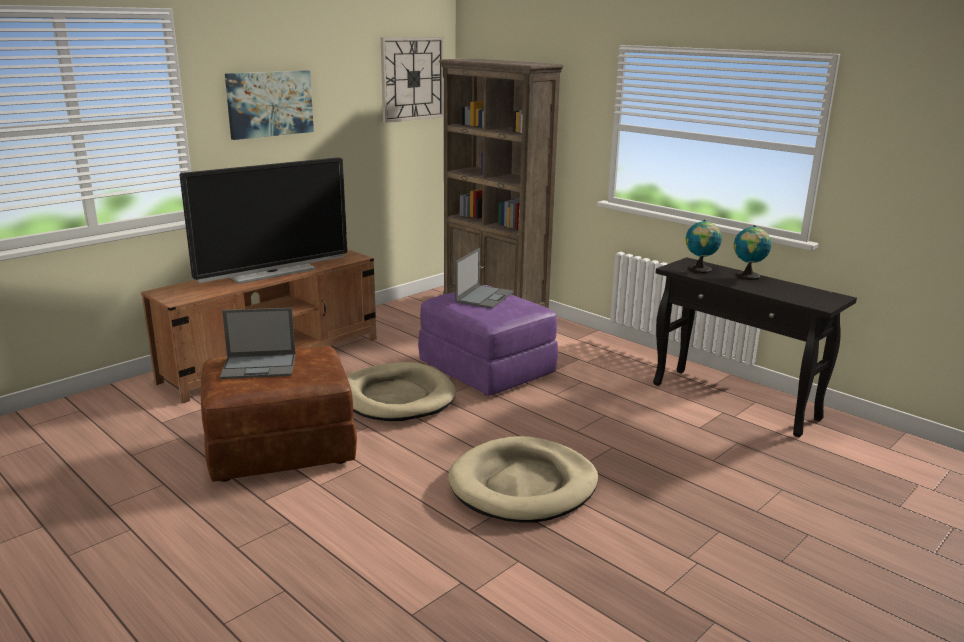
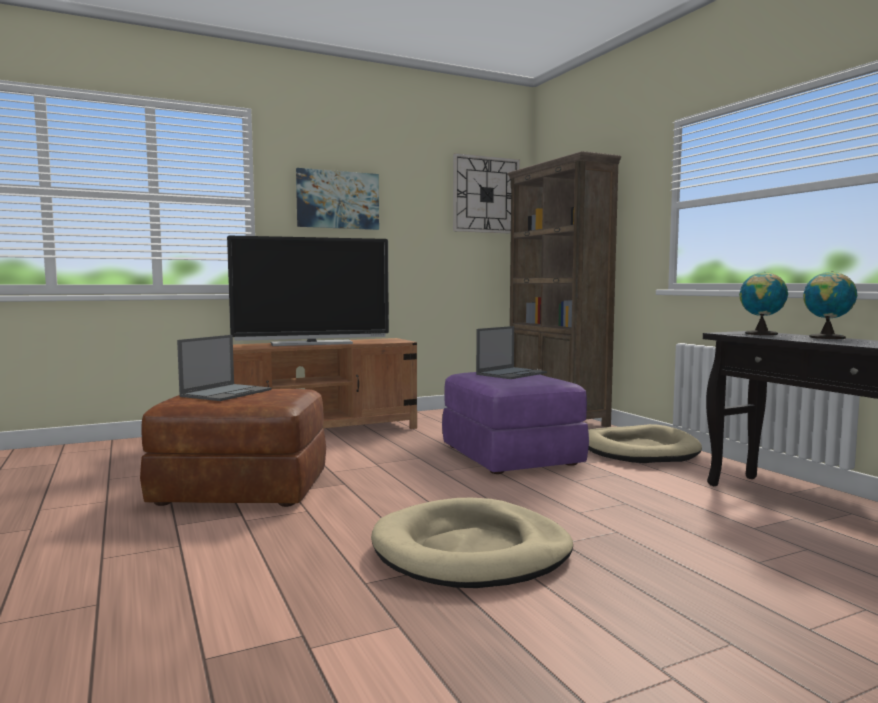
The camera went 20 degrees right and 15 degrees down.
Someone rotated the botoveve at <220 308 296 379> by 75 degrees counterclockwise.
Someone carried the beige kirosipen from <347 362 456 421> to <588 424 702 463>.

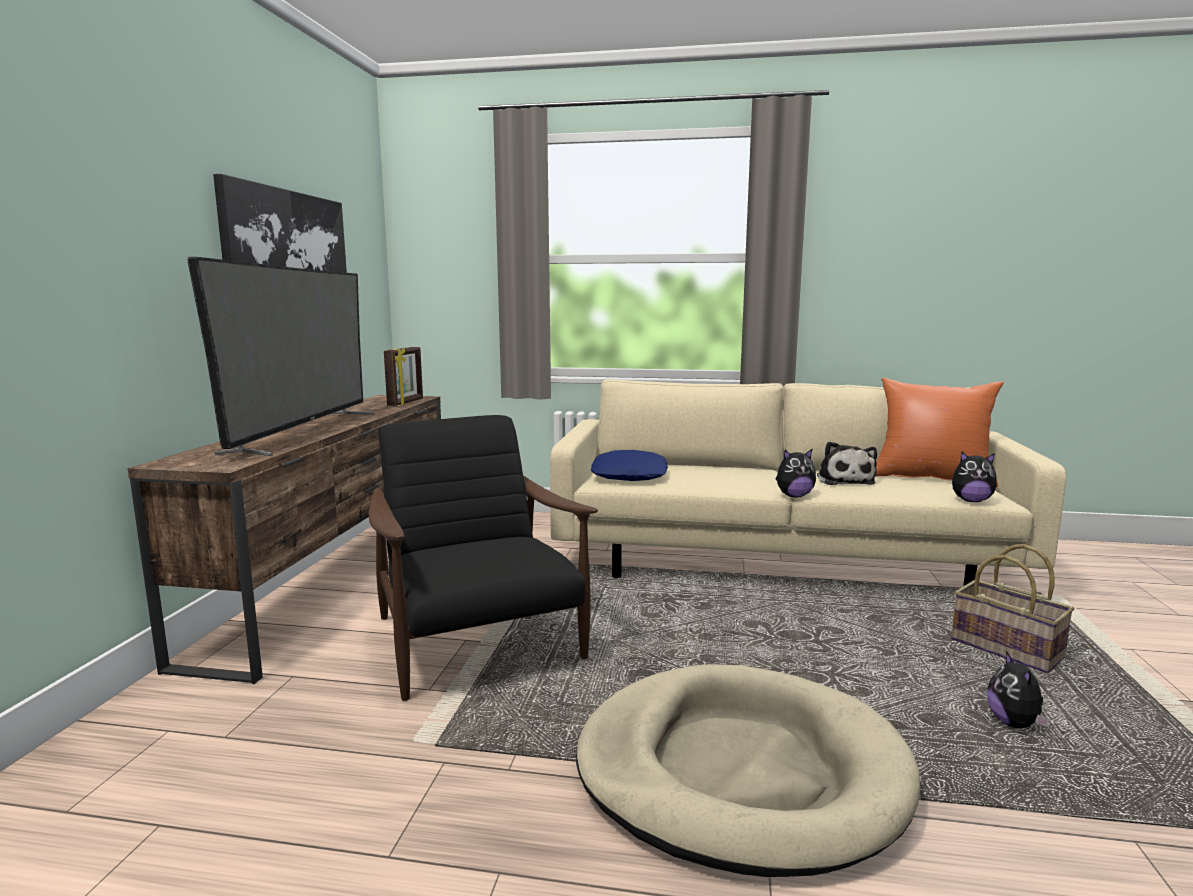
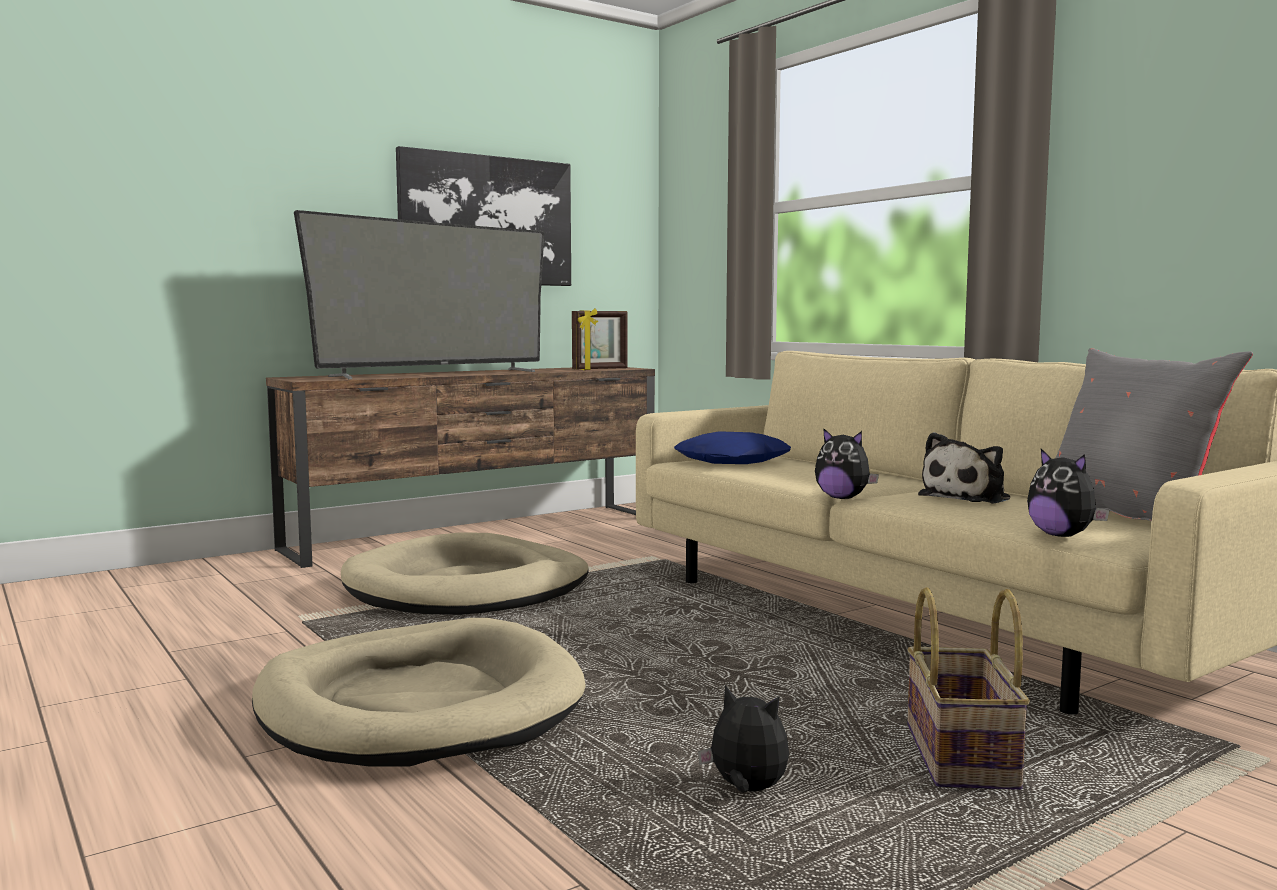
The camera went 45 degrees right and 5 degrees down.
Someone swapped the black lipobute at <369 415 598 701> for the beige kirosipen at <341 533 589 615>.
Someone repainted the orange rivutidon at <875 378 1004 487>, which became the grey rivutidon at <1056 348 1253 522>.
Someone rotated the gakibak at <987 651 1050 728> by 75 degrees clockwise.

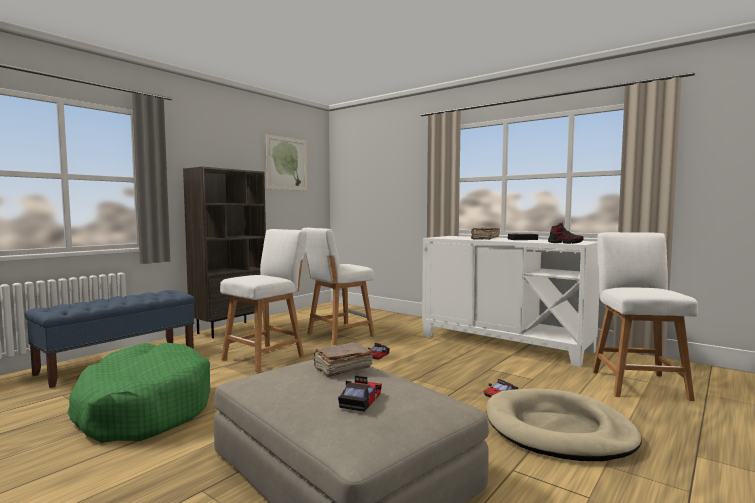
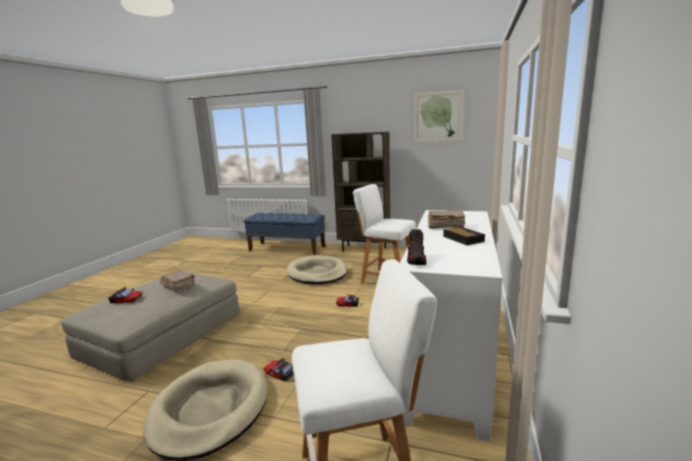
The camera went 70 degrees right and 10 degrees up.
Someone took away the green kirosipen at <67 343 210 443>.
Someone swapped the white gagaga at <220 229 307 372> for the beige kirosipen at <287 255 348 284>.

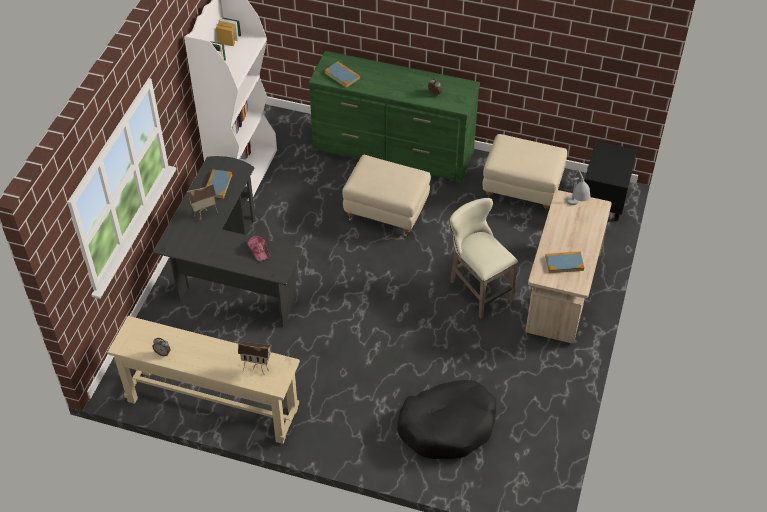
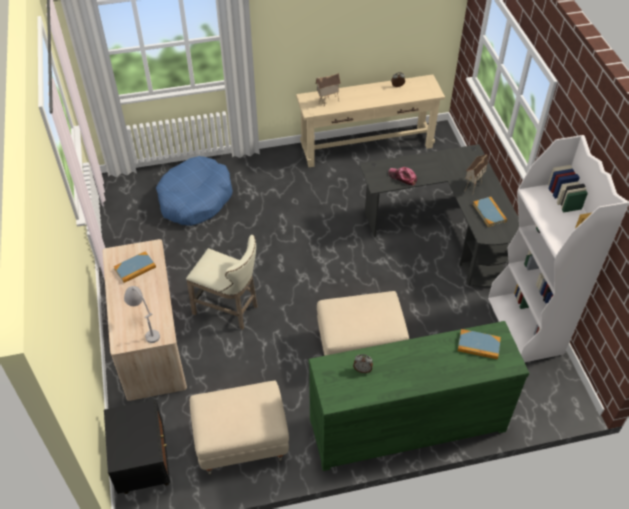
The camera went 150 degrees right and 0 degrees up.
Someone repainted the black kirosipen at <397 380 496 459>, which became the blue kirosipen at <156 156 233 226>.

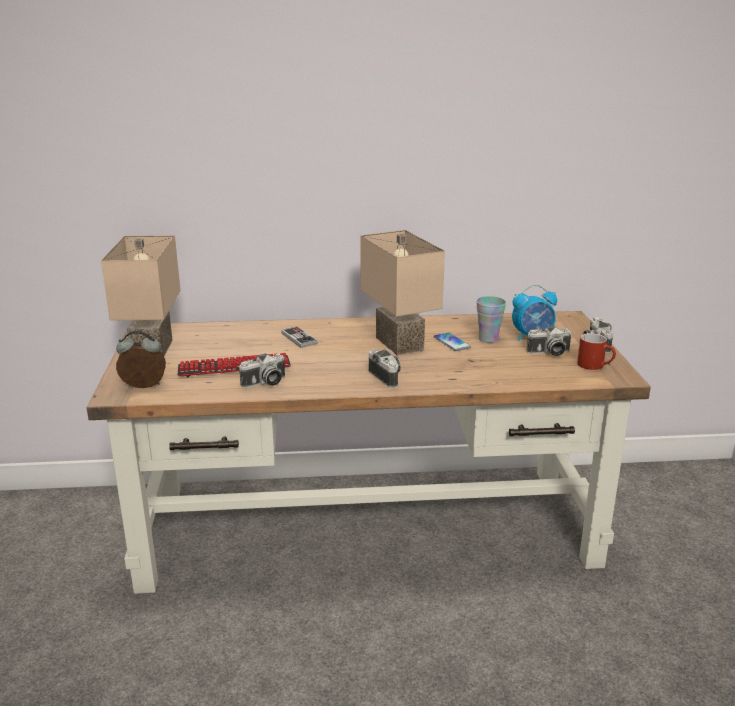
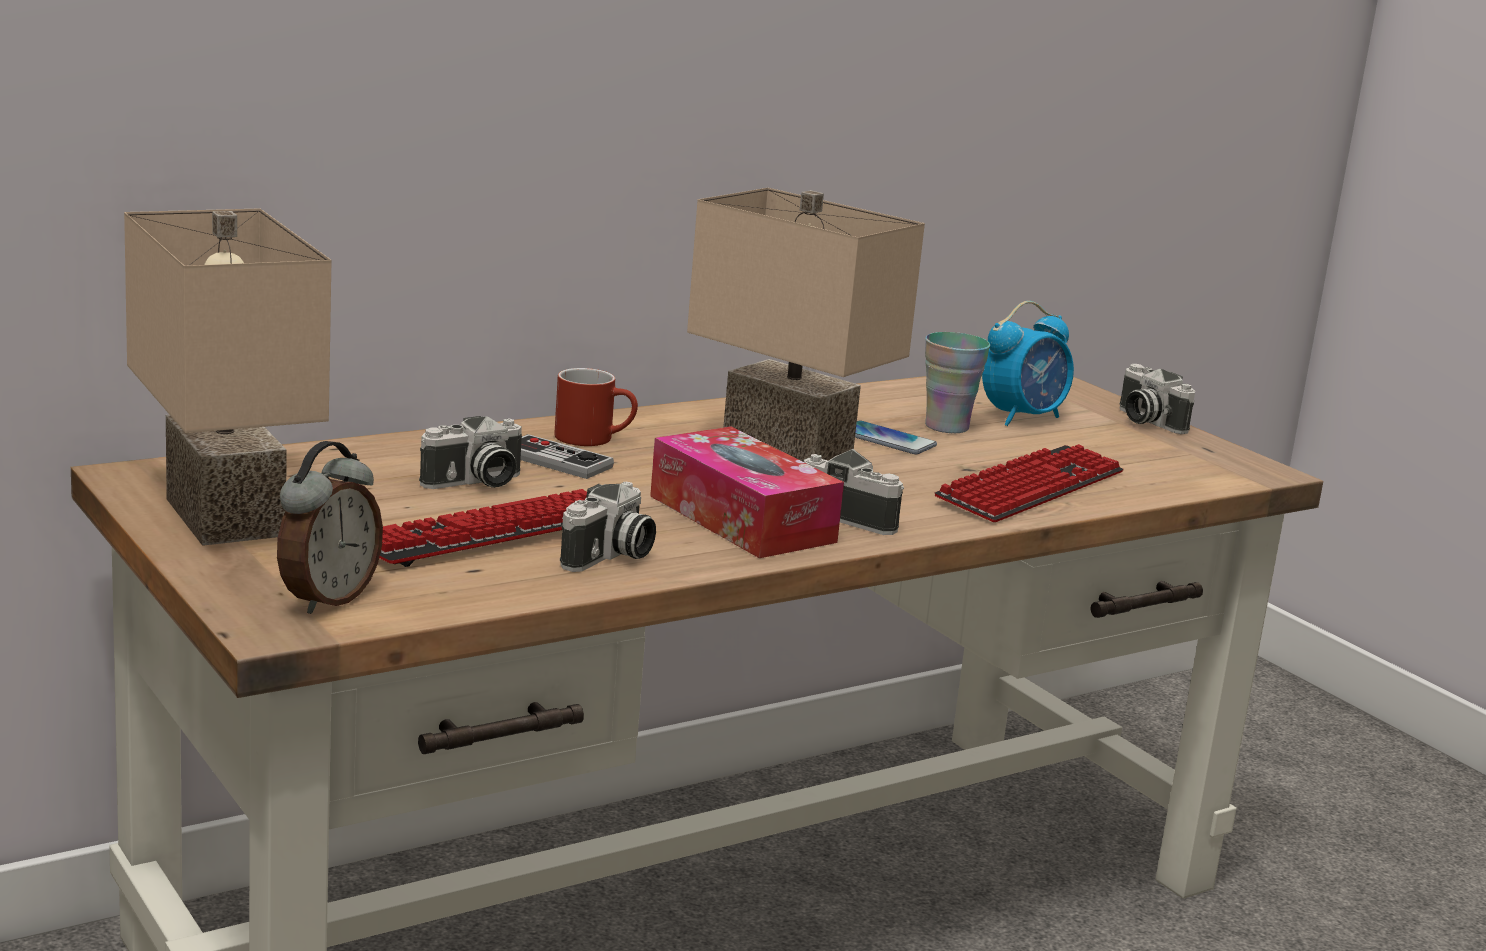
The camera went 30 degrees left and 5 degrees down.
Someone rotated the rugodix at <116 331 166 388> by 150 degrees clockwise.
Someone carried the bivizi from <526 326 571 356> to <419 416 522 489>.
Someone carried the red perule from <577 333 616 370> to <554 368 638 446>.
Someone put down the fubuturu at <650 427 844 558>.
Someone put down the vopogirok at <935 444 1124 522>.

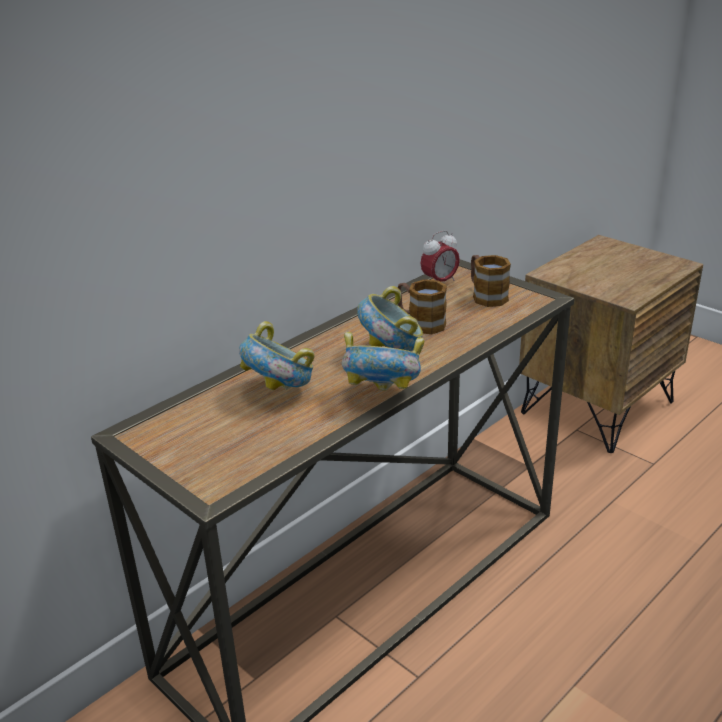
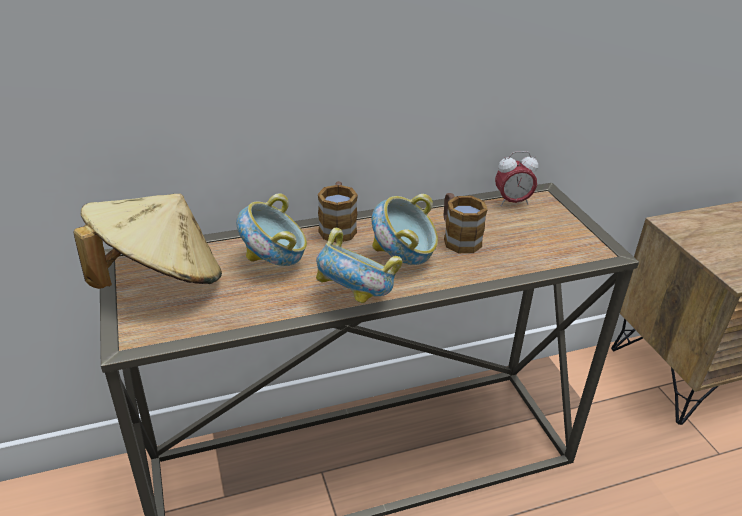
The camera went 25 degrees right and 5 degrees up.
Someone carried the perule from <471 255 511 307> to <318 181 358 243>.
Someone put down the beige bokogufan at <73 194 222 289>.

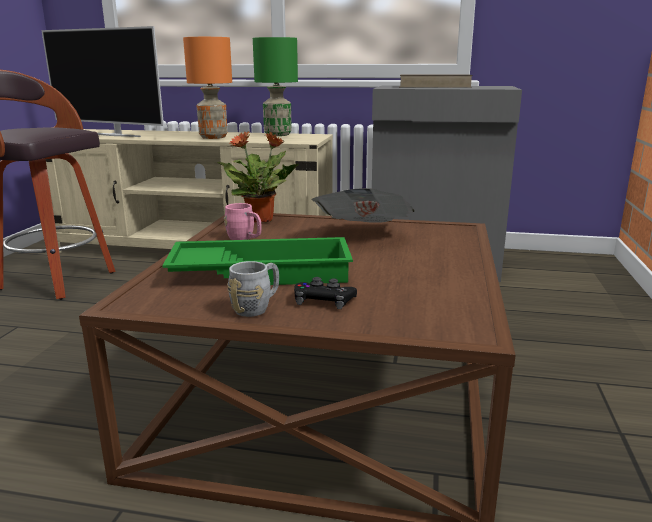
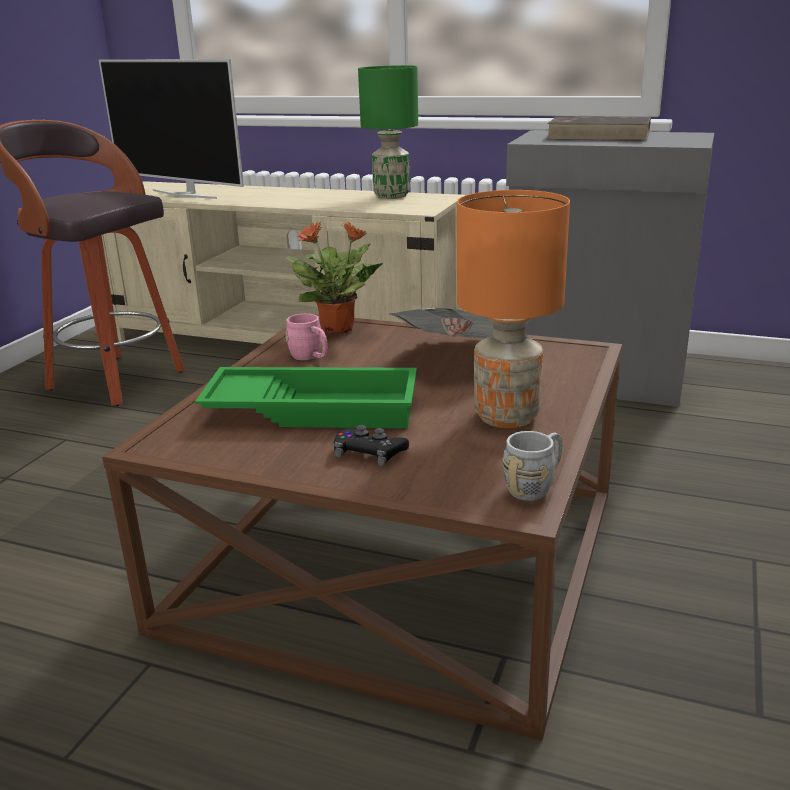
The camera went 10 degrees right and 5 degrees up.
Someone carried the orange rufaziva from <183 37 232 139> to <457 190 570 428>.
Someone carried the grey perule from <227 261 279 317> to <503 431 562 501>.

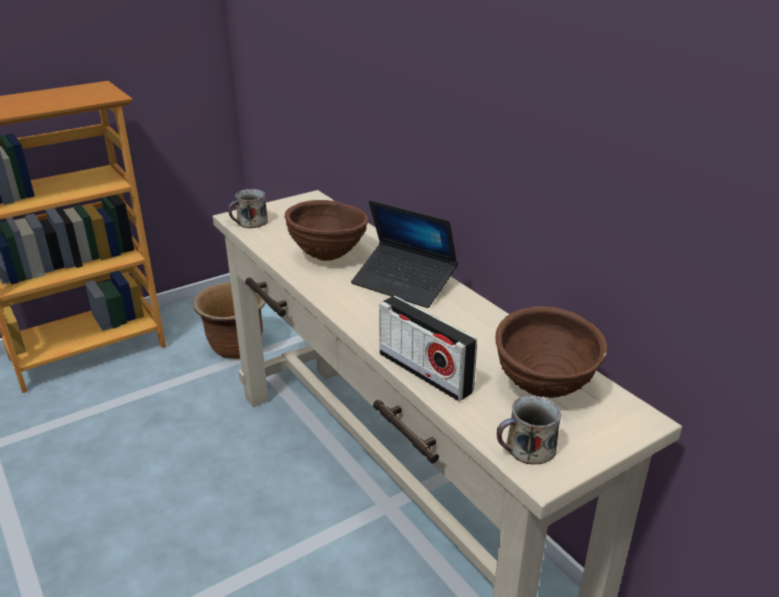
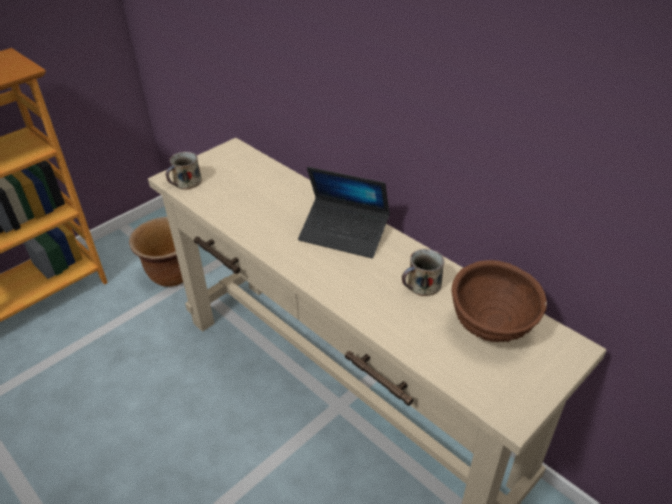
The camera went 10 degrees left and 10 degrees up.
Someone took away the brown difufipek at <285 200 368 261>.
Someone took away the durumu at <379 296 477 401>.
Someone carried the perule from <497 395 561 464> to <402 249 444 296>.

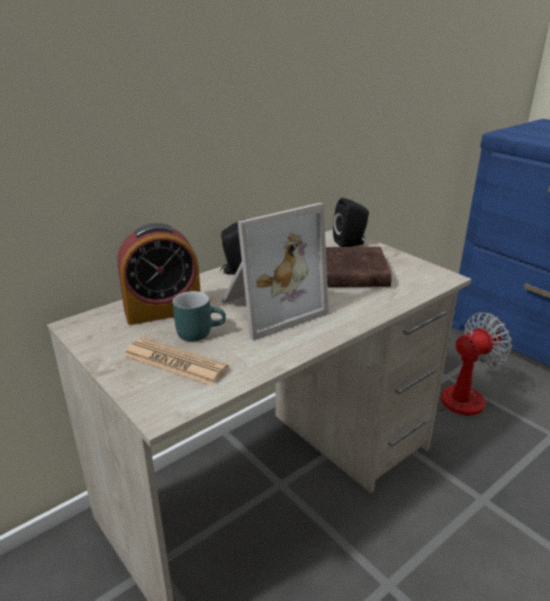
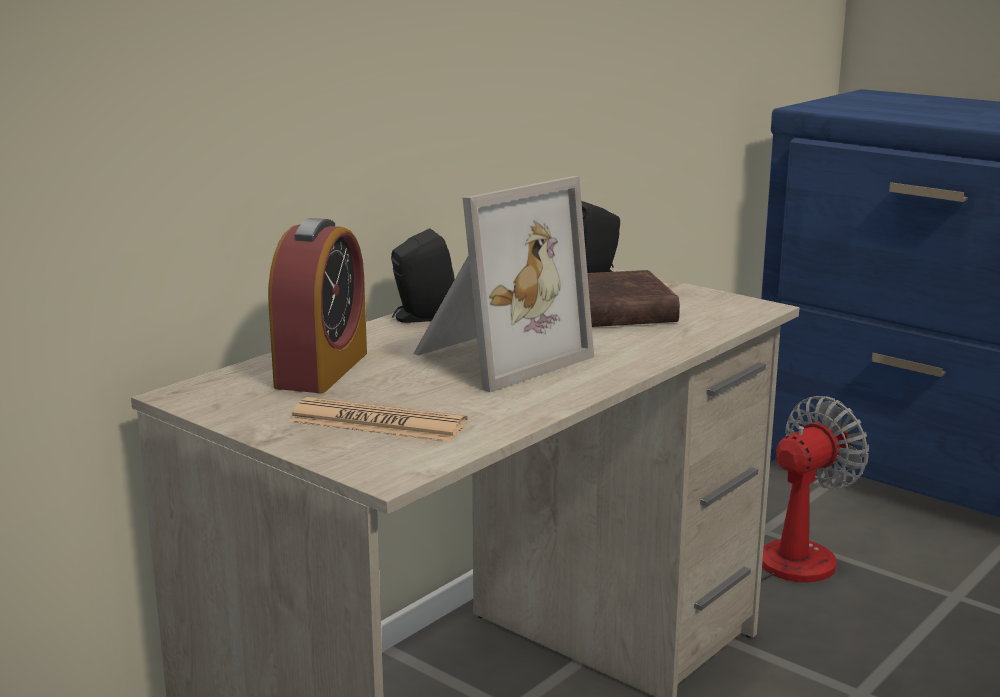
The camera went 10 degrees left and 10 degrees down.
Someone rotated the rugodix at <117 223 200 325> by 45 degrees counterclockwise.
Someone took away the turquoise perule at <173 291 226 341>.

